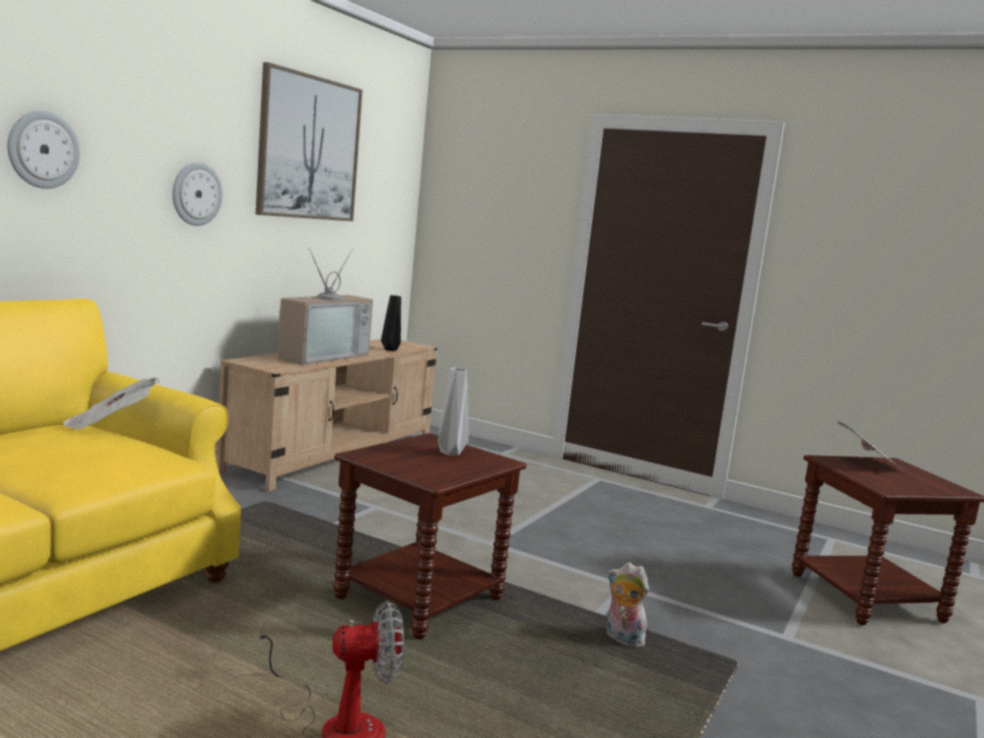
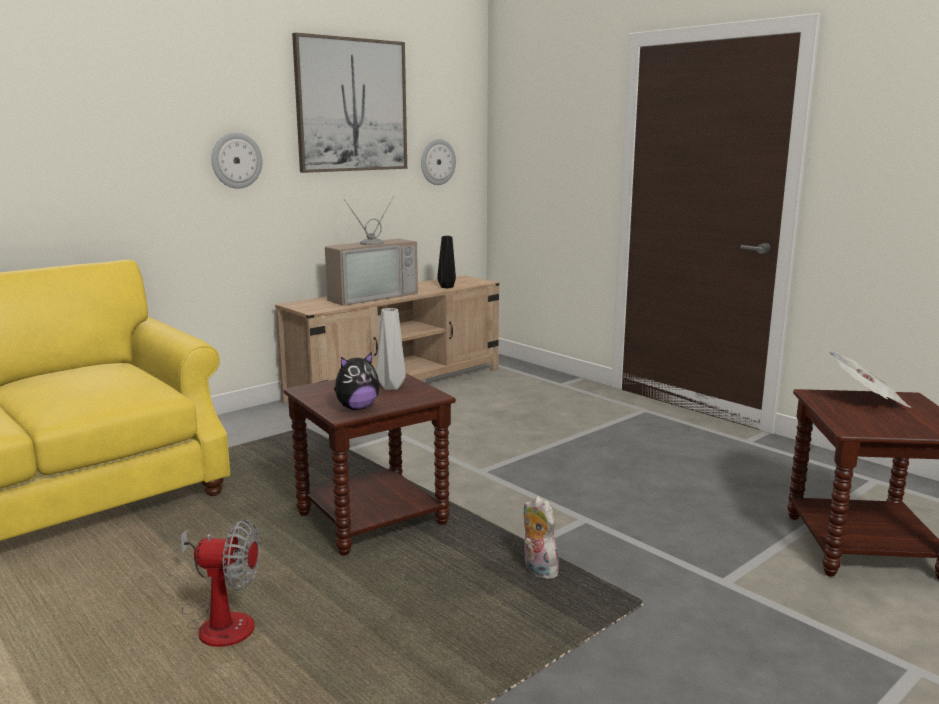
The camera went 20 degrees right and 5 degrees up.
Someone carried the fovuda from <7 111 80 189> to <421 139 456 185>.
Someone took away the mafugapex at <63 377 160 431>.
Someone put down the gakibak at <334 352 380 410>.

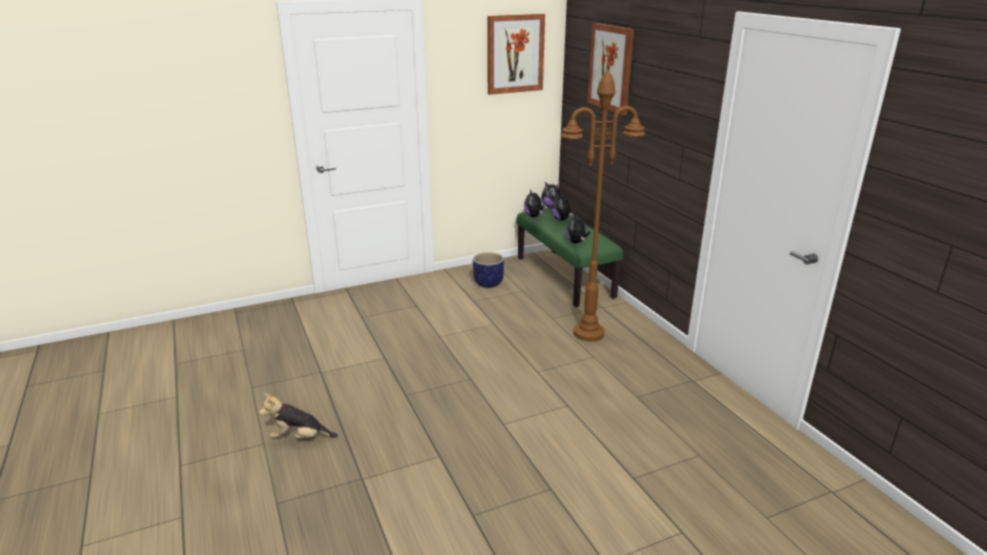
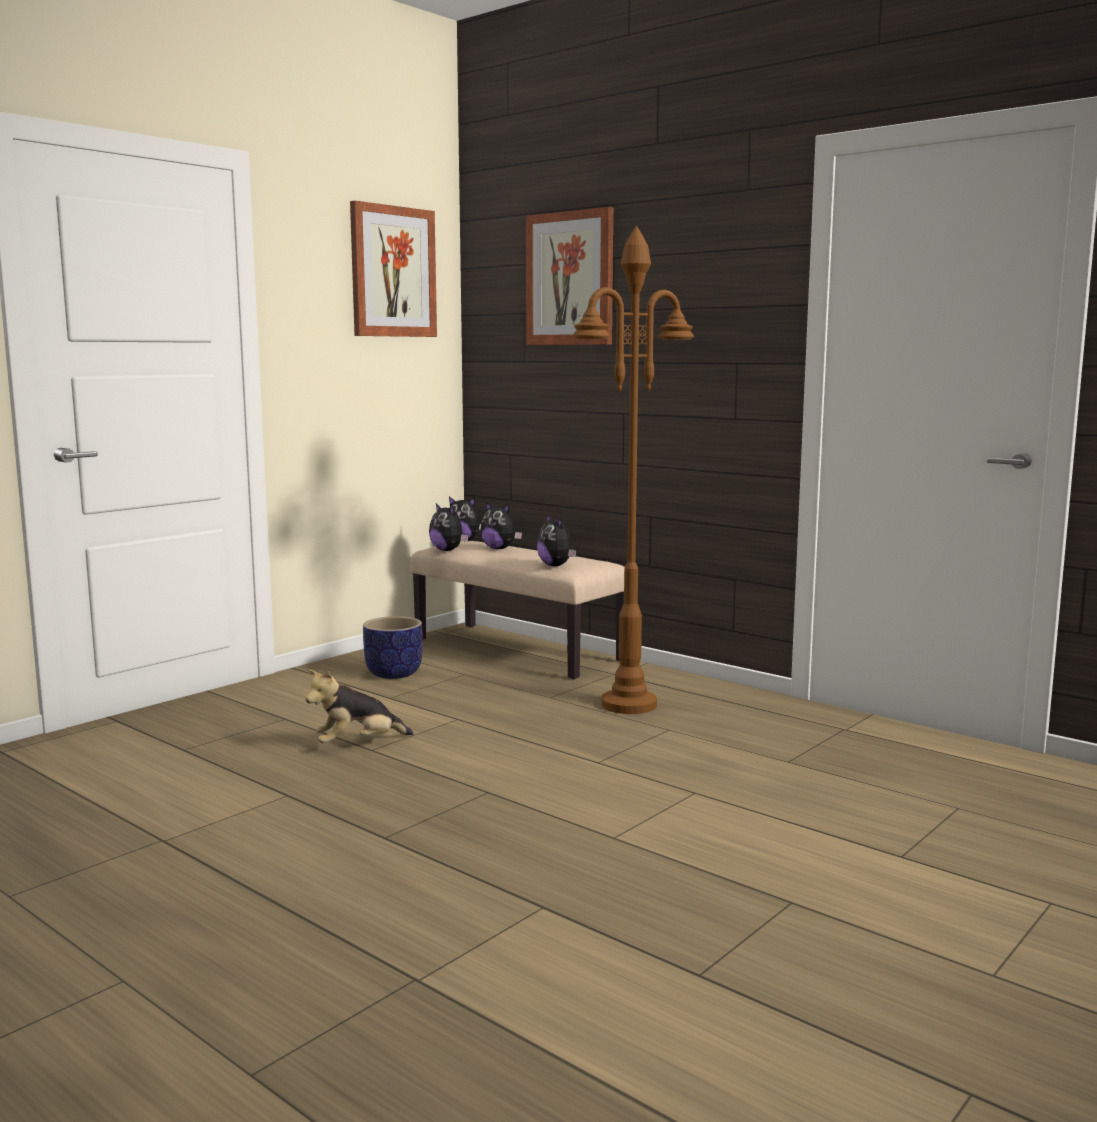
The camera went 25 degrees left and 15 degrees down.
Someone carried the gakibak from <259 393 338 438> to <306 669 414 743>.
Someone repainted the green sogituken at <517 208 624 307>, which became the beige sogituken at <410 541 625 679>.

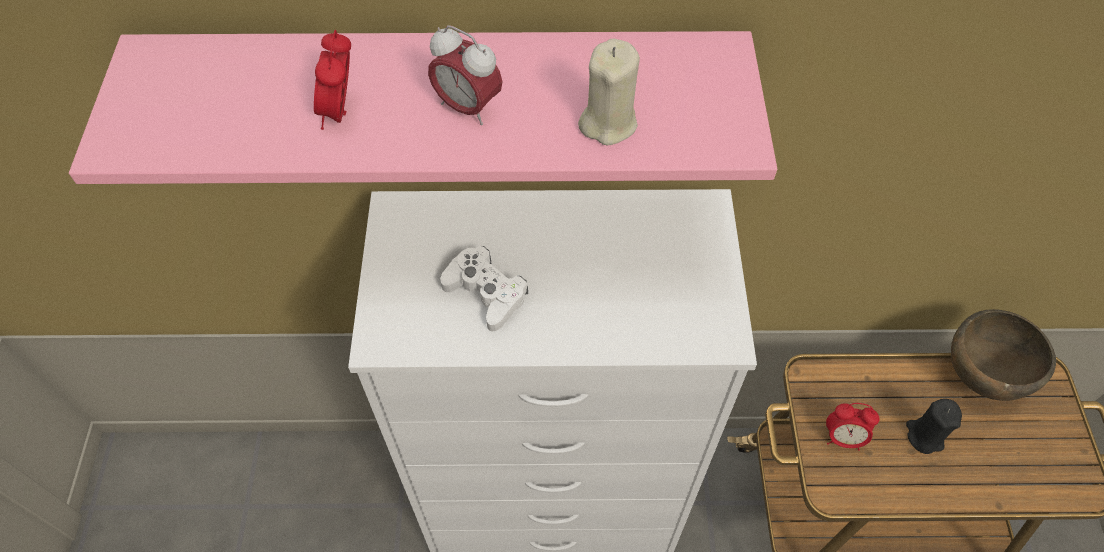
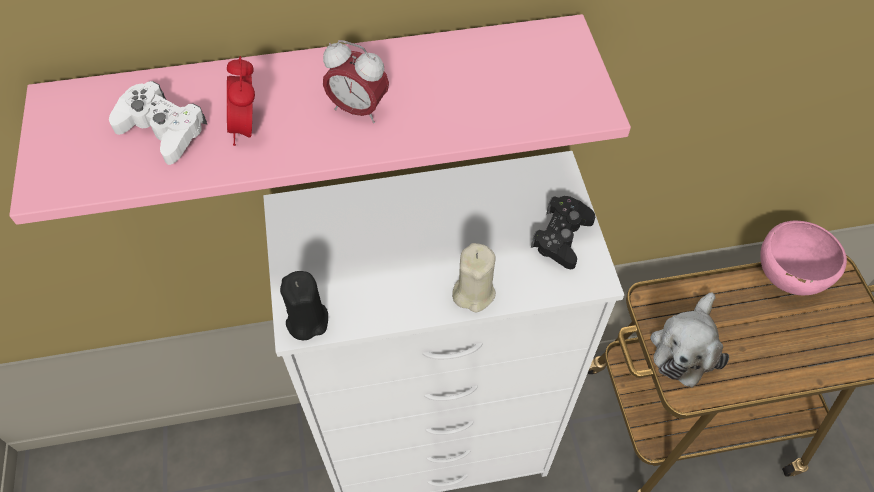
The camera went 10 degrees left and 0 degrees up.
Someone carried the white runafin from <440 246 528 331> to <109 81 208 165>.
Someone carried the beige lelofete from <578 38 640 145> to <452 243 496 312>.
Someone swapped the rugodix at <826 403 880 451> for the gakibak at <650 292 729 388>.
Someone carried the black lelofete from <906 399 962 454> to <280 271 328 340>.
Someone repainted the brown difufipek at <951 309 1056 401>, which became the pink difufipek at <760 221 847 295>.
Someone put down the black runafin at <531 196 595 269>.

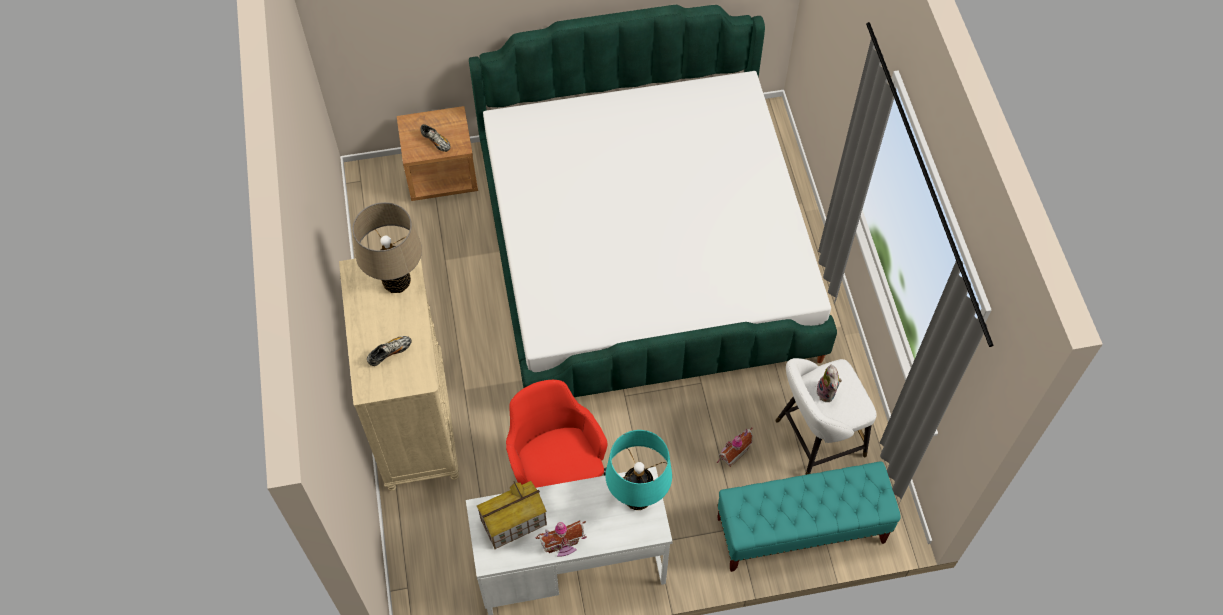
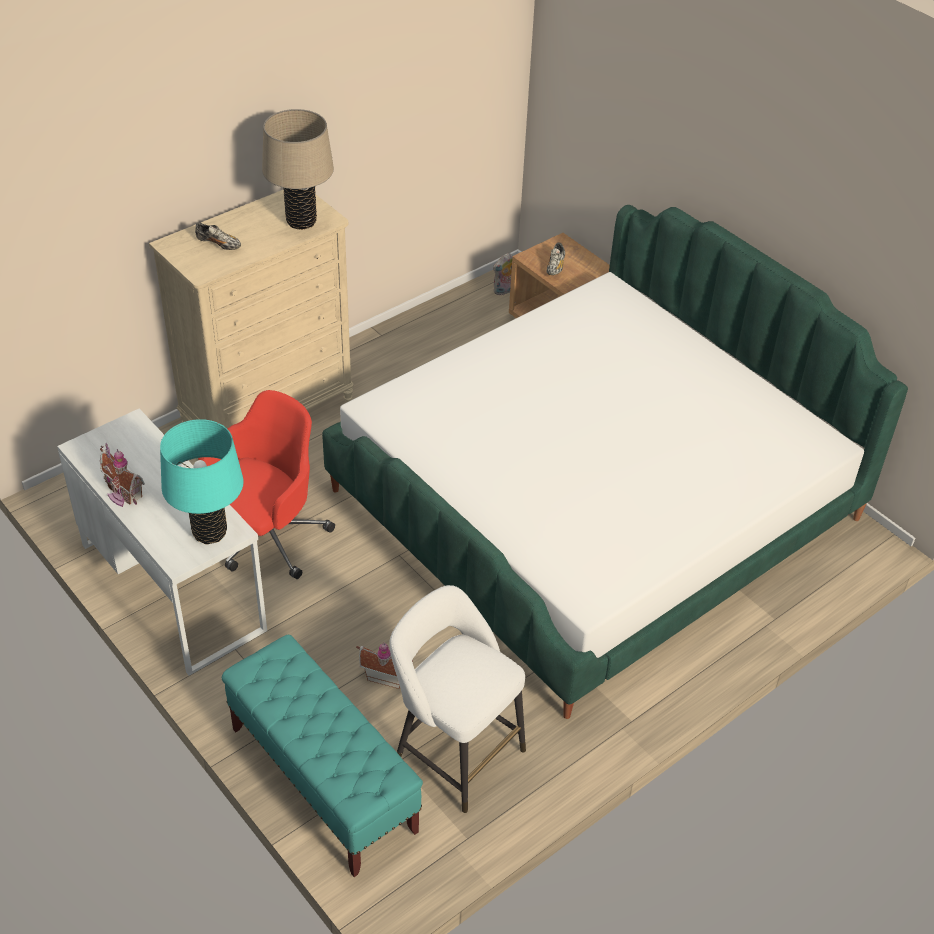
The camera went 60 degrees right and 15 degrees down.
Someone took away the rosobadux at <477 481 547 549>.
Someone carried the gakibak from <817 365 842 402> to <493 253 512 295>.

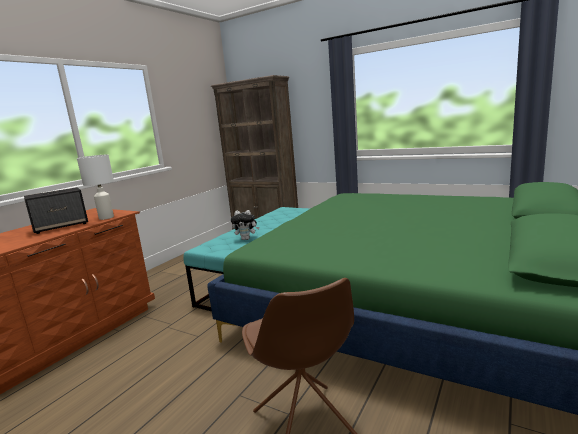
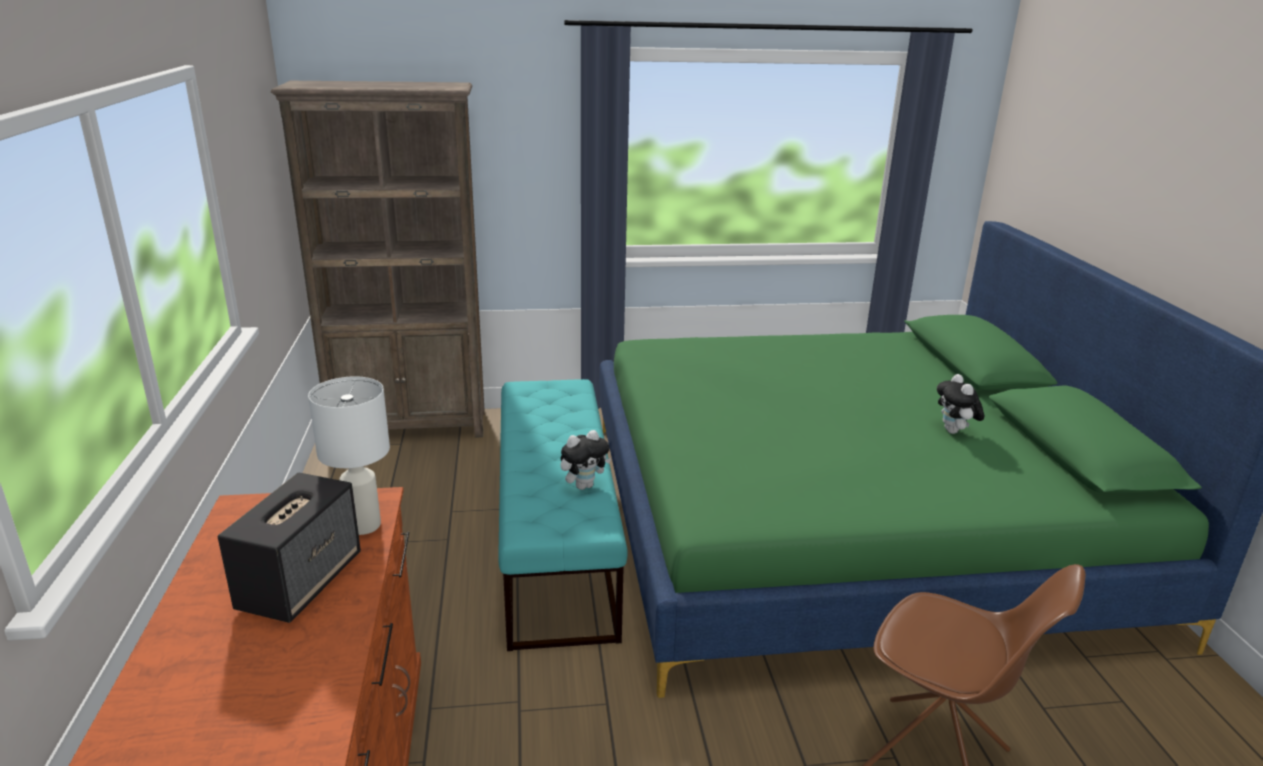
The camera went 40 degrees left and 10 degrees up.
Someone put down the gakibak at <937 374 984 434>.

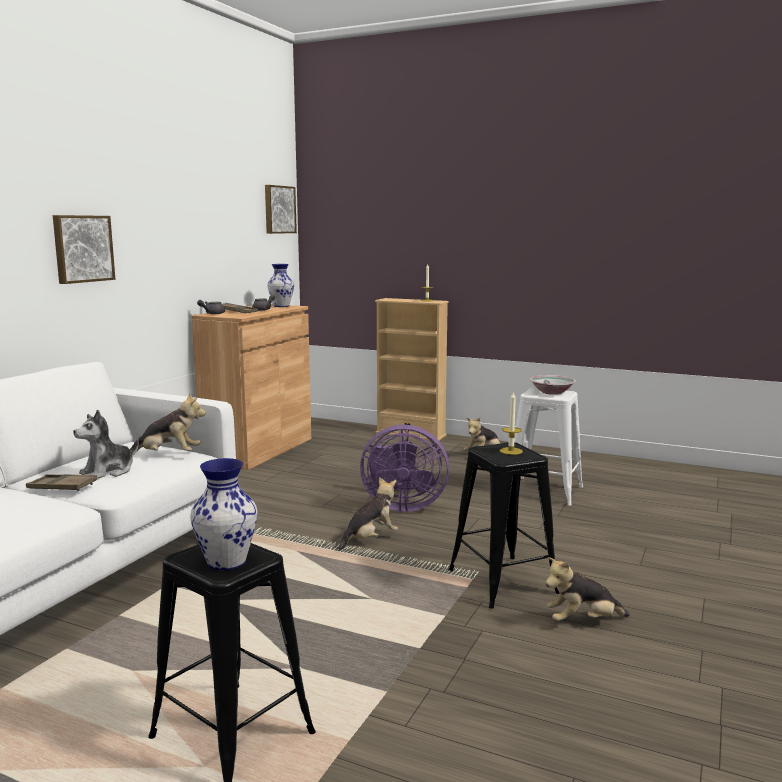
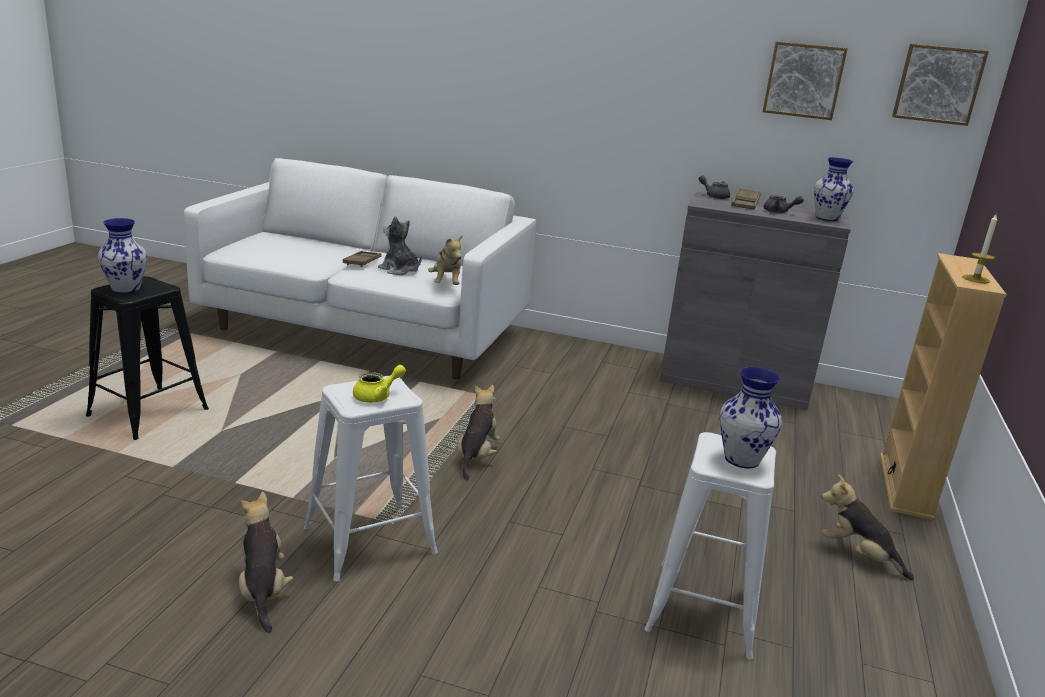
The camera went 80 degrees right and 10 degrees up.
Someone carried the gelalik from <53 215 116 284> to <763 41 848 120>.
Someone repainted the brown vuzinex at <191 304 311 470>, which became the grey vuzinex at <660 192 851 410>.
Someone rotated the gakibak at <338 477 398 551> by 120 degrees counterclockwise.
Someone took away the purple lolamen at <360 424 449 512>.
Someone repainted the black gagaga at <448 442 559 609>, which became the white gagaga at <304 376 438 581>.
Someone swapped the lelofete at <500 392 523 455> for the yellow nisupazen at <353 365 406 403>.
Someone swapped the difufipek at <529 375 576 395> for the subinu at <720 367 782 468>.

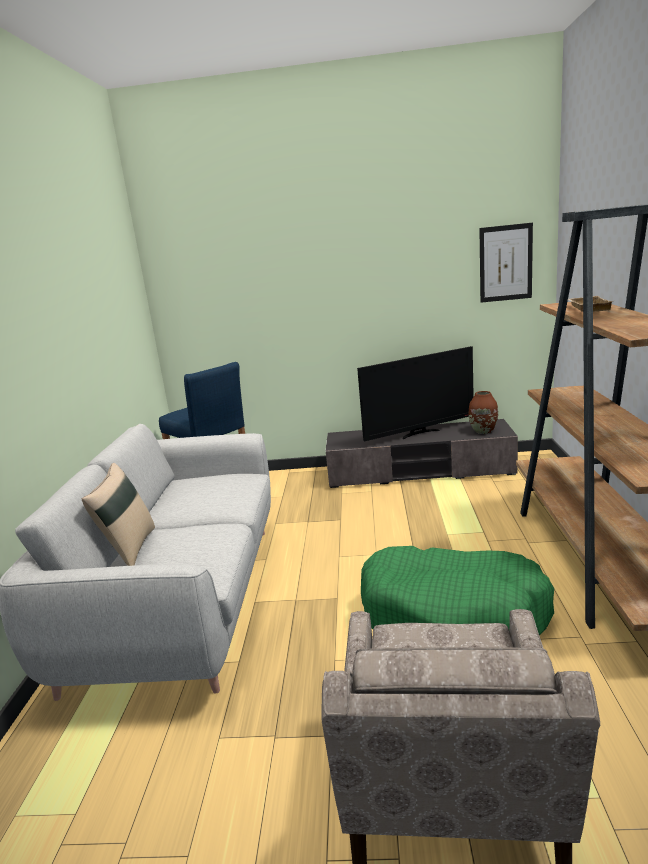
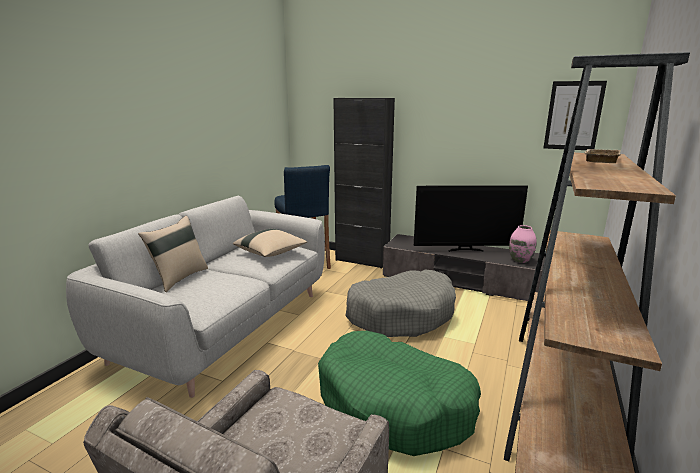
The camera went 20 degrees right and 0 degrees up.
Someone repainted the brown subinu at <469 391 498 434>, which became the pink subinu at <509 225 537 263>.
Someone put down the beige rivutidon at <233 229 307 257>.
Someone put down the black vuzinex at <333 98 395 269>.
Someone put down the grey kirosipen at <345 270 456 337>.

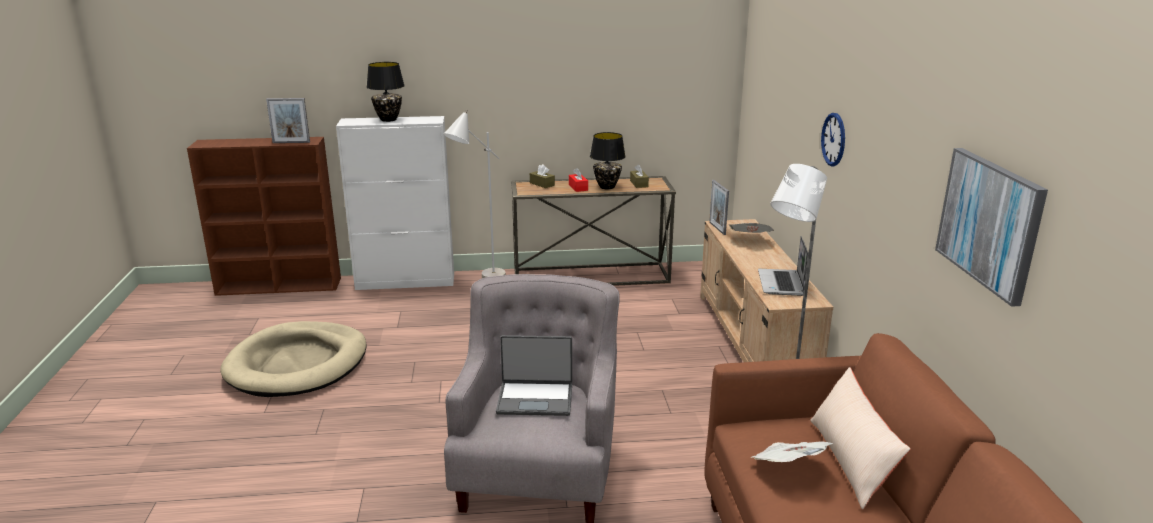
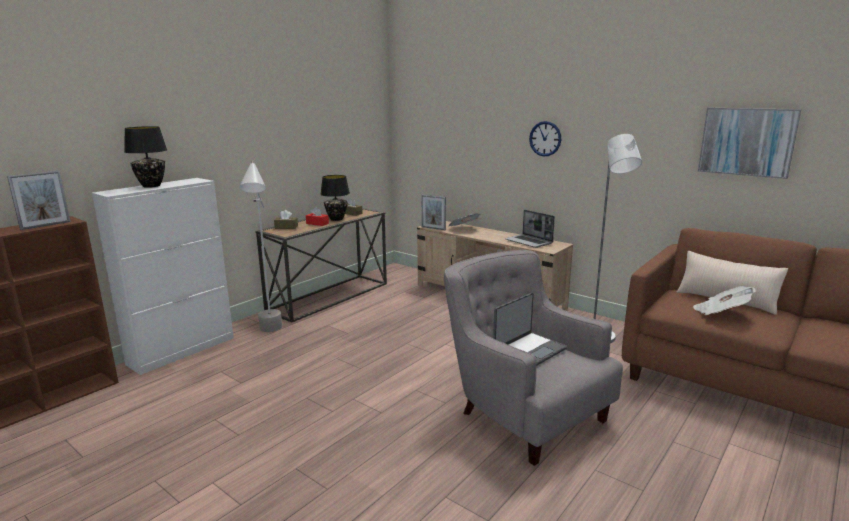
The camera went 45 degrees left and 5 degrees down.
Someone took away the beige kirosipen at <220 321 367 397>.

